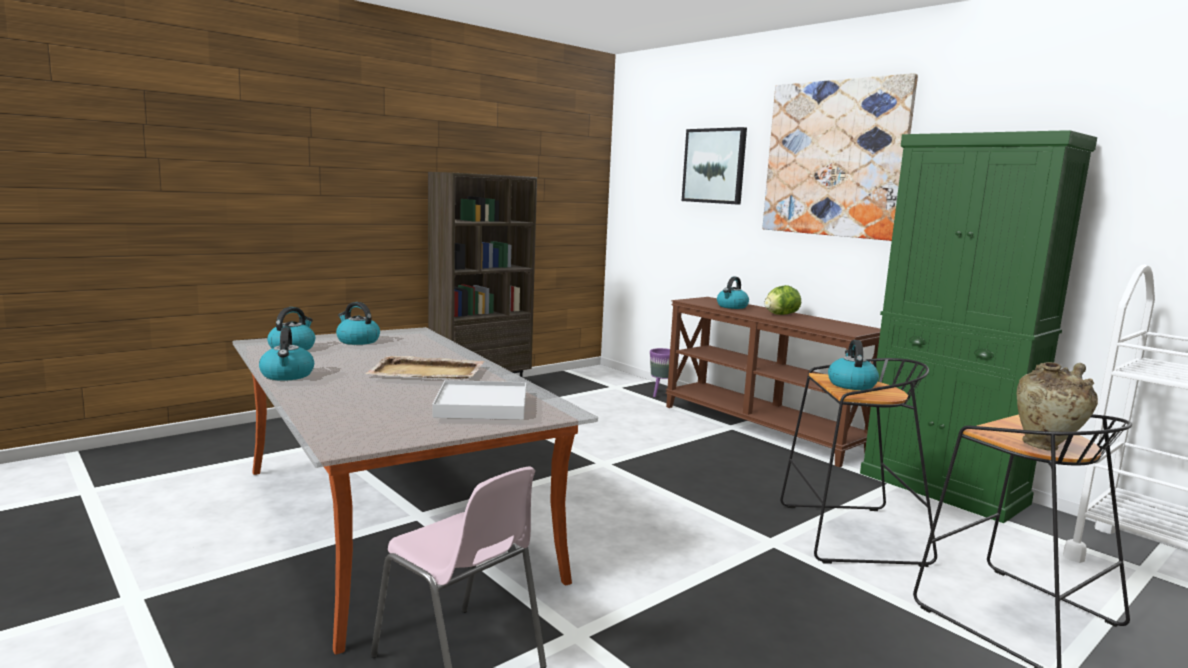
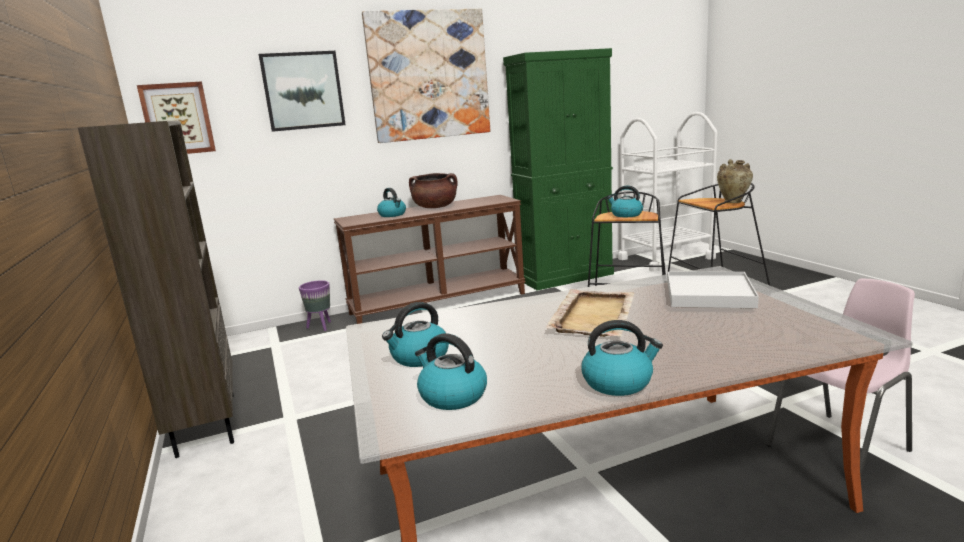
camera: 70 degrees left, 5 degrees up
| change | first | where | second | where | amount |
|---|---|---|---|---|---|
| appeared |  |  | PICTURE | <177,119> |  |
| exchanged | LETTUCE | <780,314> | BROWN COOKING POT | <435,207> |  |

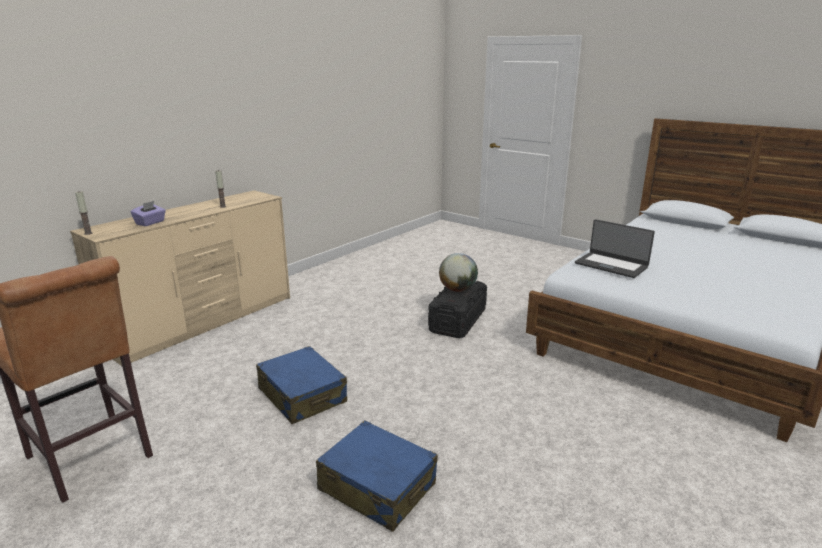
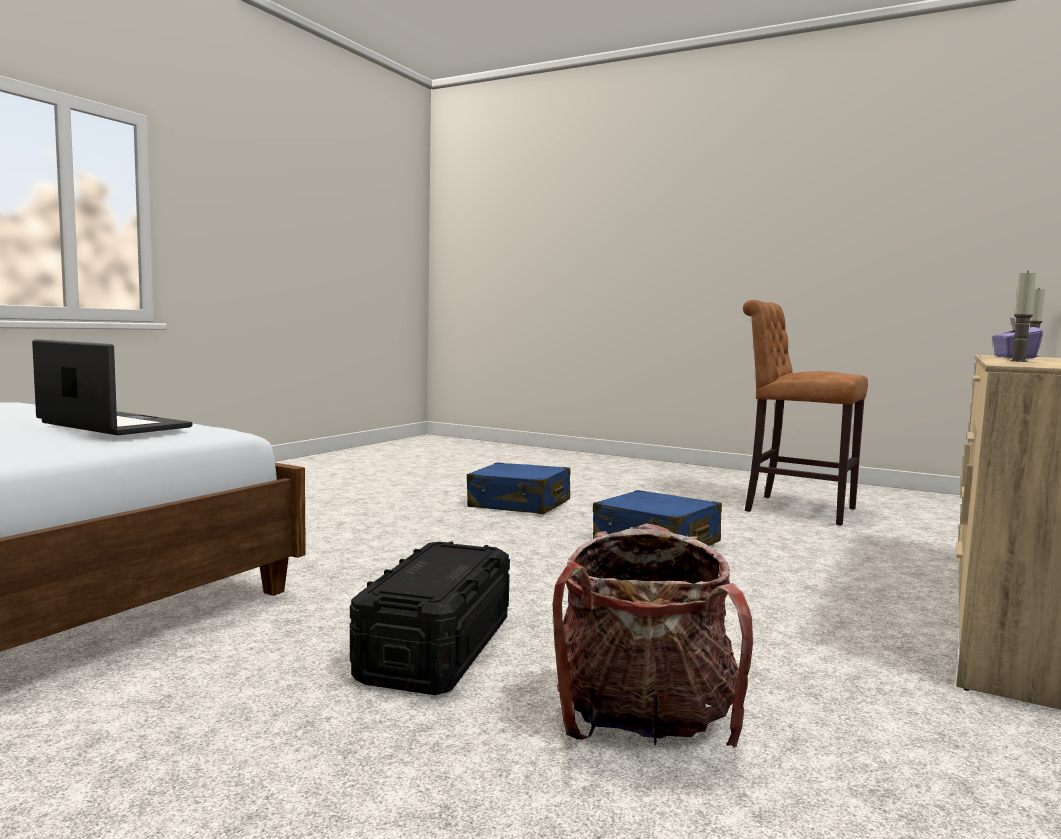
camera: 170 degrees right, 15 degrees down
| change | first | where | second | where | amount |
|---|---|---|---|---|---|
| appeared |  |  | BACKPACK | <643,726> |  |
| missing | GLOBE | <457,290> |  |  |  |

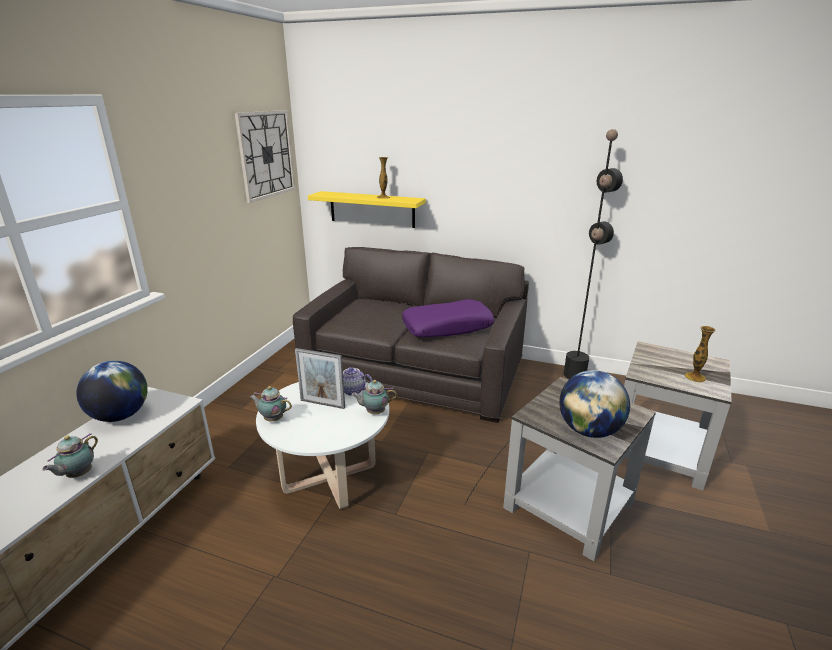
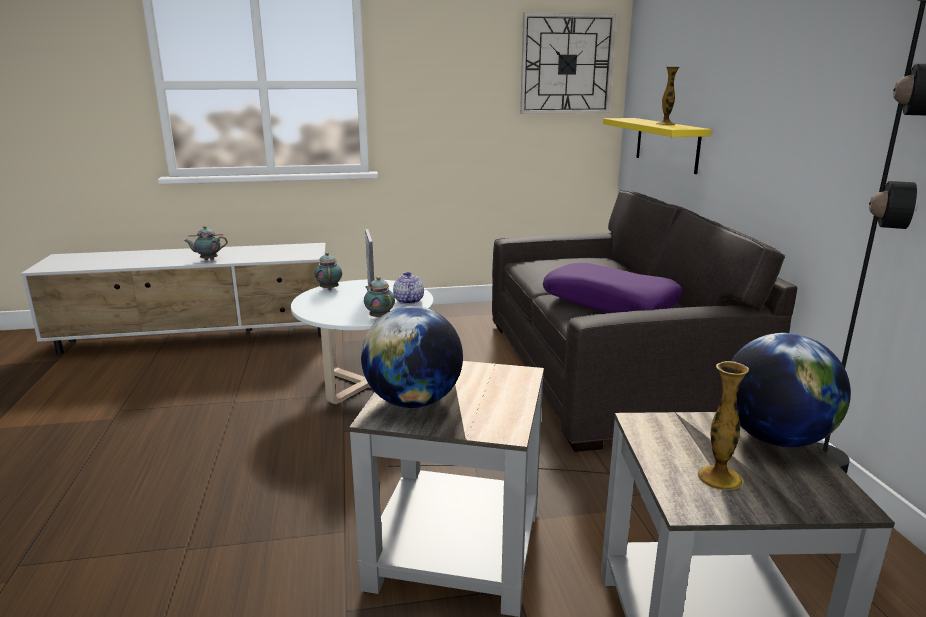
camera: 60 degrees right, 5 degrees down
| change | first | where | second | where | amount |
|---|---|---|---|---|---|
| relocated | GLOBE | <120,416> |  | <775,438> |  |

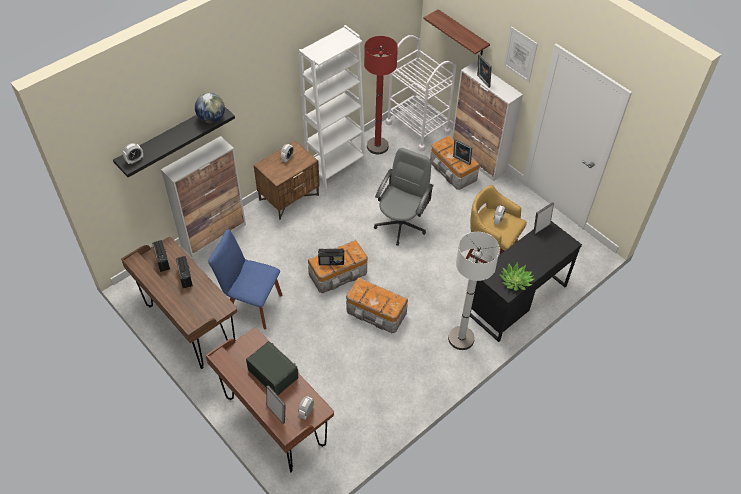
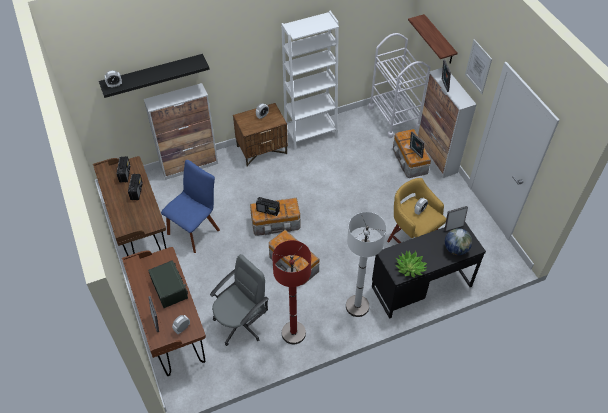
camera: 20 degrees right, 0 degrees up
| change | first | where | second | where | amount |
|---|---|---|---|---|---|
| spun | BLUE CHAIR | <251,305> |  | <195,230> | 90 degrees clockwise |
| relocated | GREY OFFICE CHAIR | <401,224> |  | <241,323> |  |
| relocated | RED FLOOR LAMP | <377,146> |  | <293,333> |  |
| relocated | GLOBE | <211,118> |  | <456,249> |  |

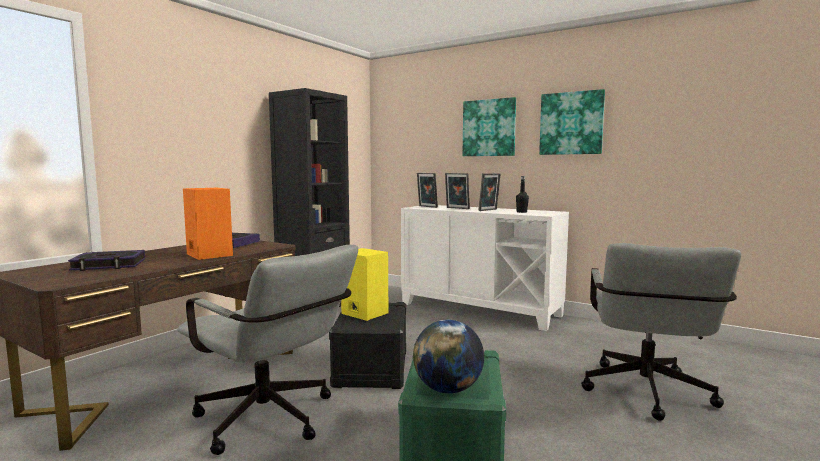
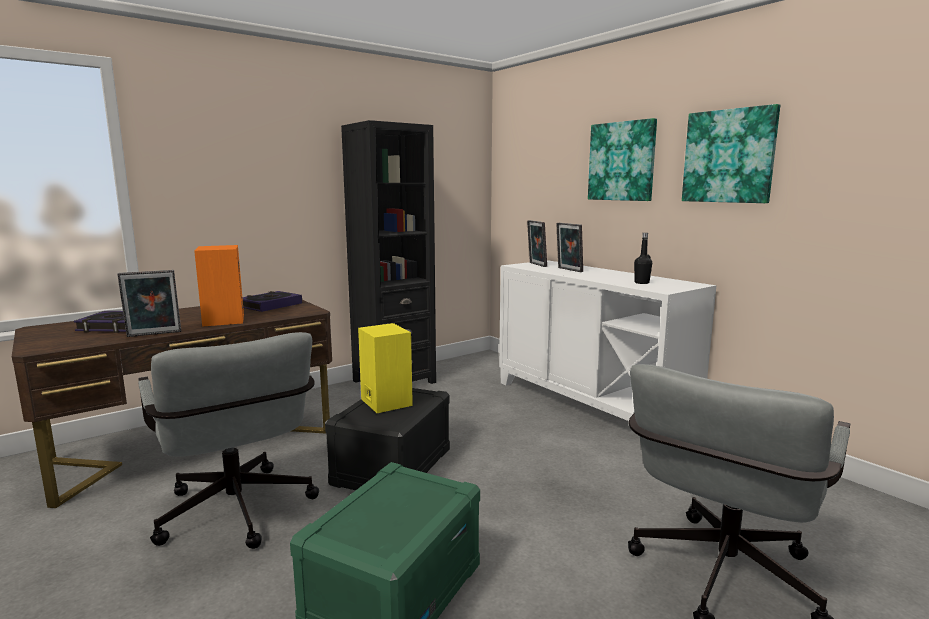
camera: 20 degrees right, 5 degrees up
| change | first | where | second | where | amount |
|---|---|---|---|---|---|
| relocated | PICTURE FRAME | <489,210> |  | <154,334> |  |
| missing | GLOBE | <447,389> |  |  |  |

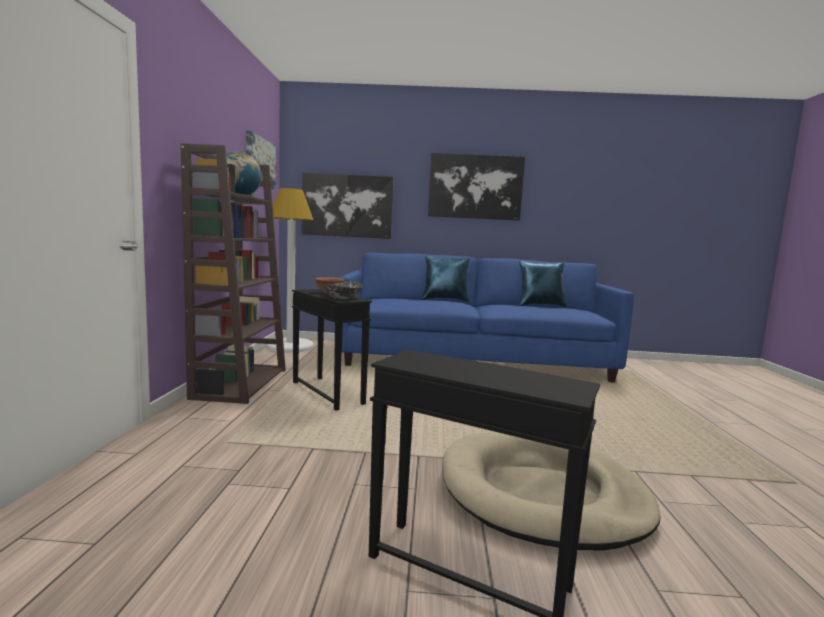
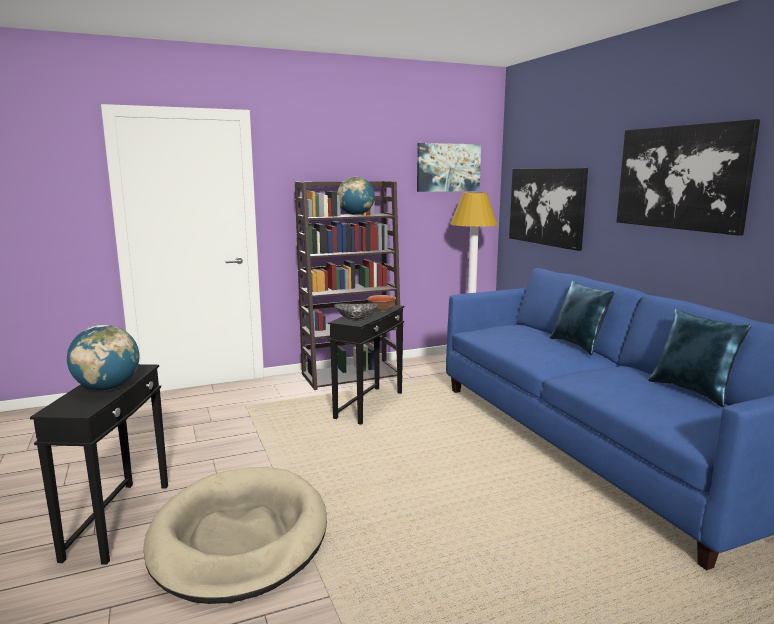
camera: 65 degrees right, 5 degrees up
| change | first | where | second | where | amount |
|---|---|---|---|---|---|
| appeared |  |  | GLOBE | <107,388> |  |

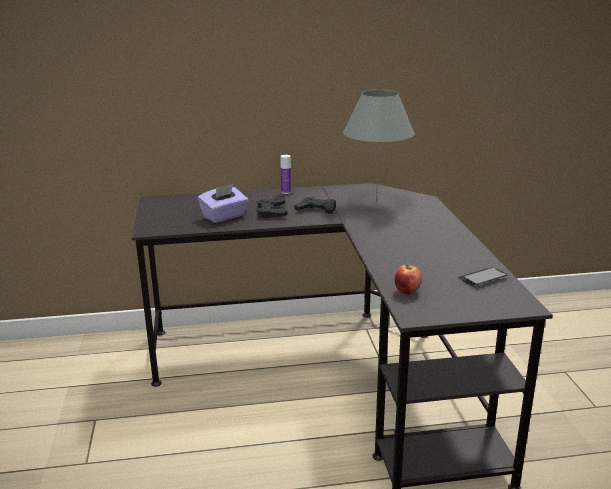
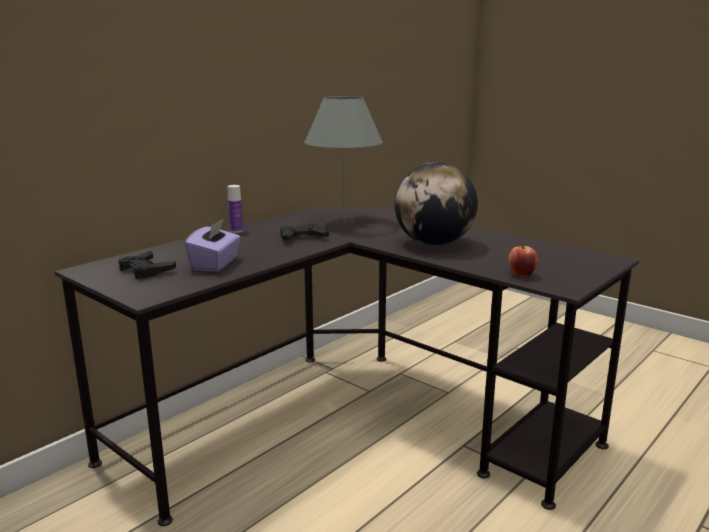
camera: 40 degrees left, 5 degrees down
| change | first | where | second | where | amount |
|---|---|---|---|---|---|
| relocated | BLACK GAME CONTROLLER | <271,212> |  | <146,270> |  |
| appeared |  |  | GLOBE | <434,244> |  |
| missing | PHONE | <482,278> |  |  |  |

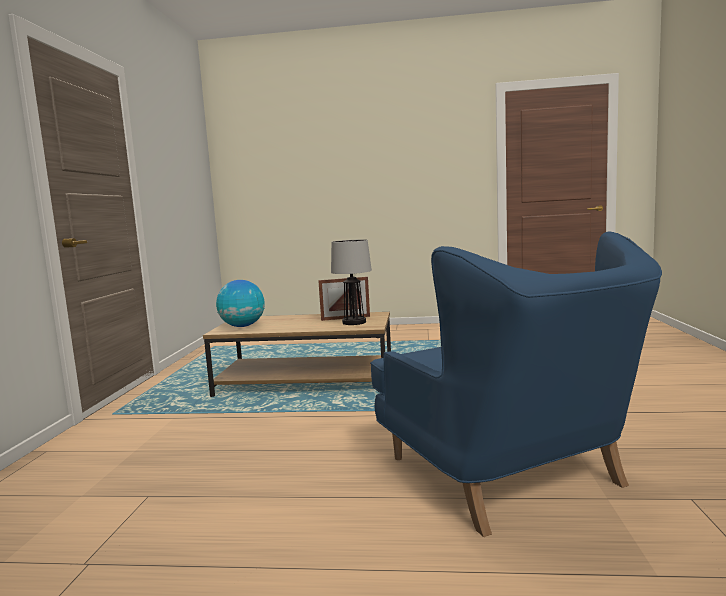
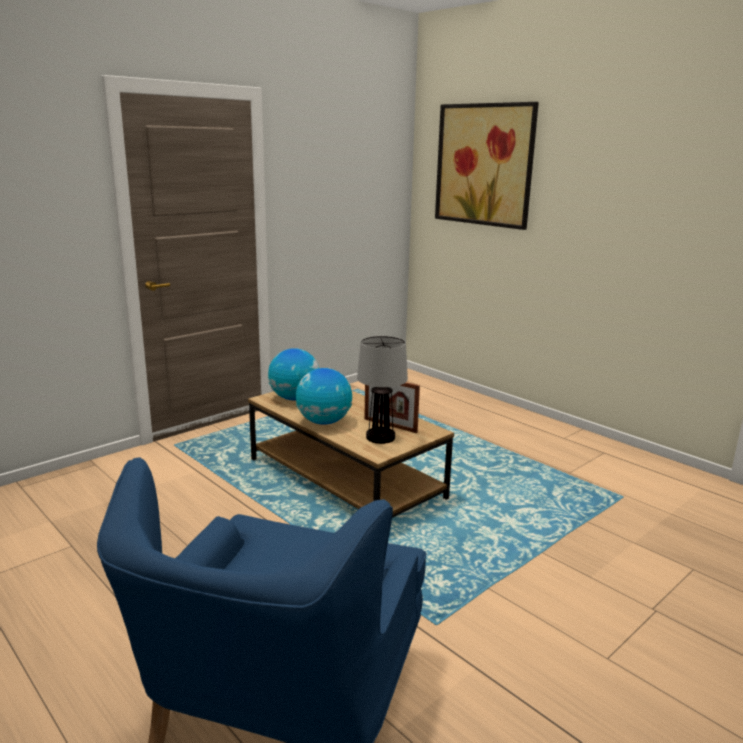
camera: 40 degrees right, 10 degrees up
| change | first | where | second | where | amount |
|---|---|---|---|---|---|
| appeared |  |  | GLOBE | <323,422> |  |
| appeared |  |  | PICTURE | <484,165> |  |

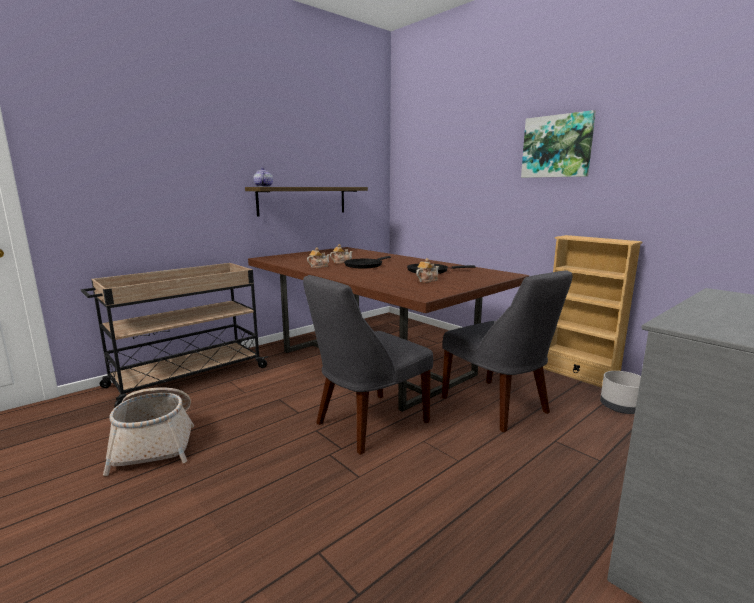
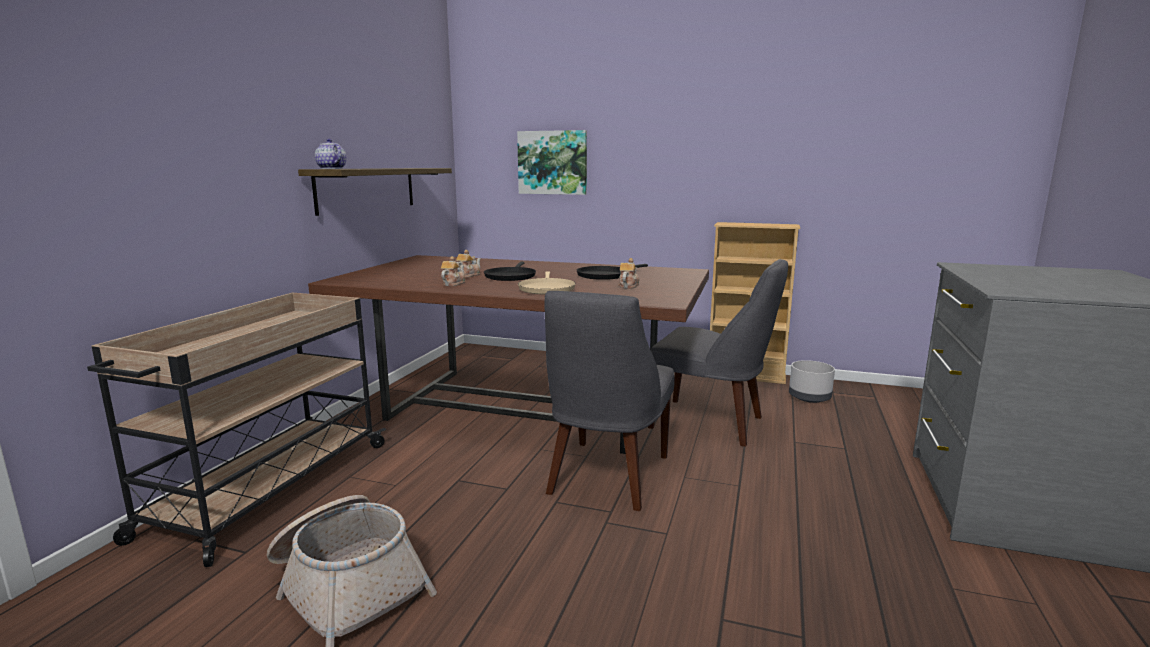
camera: 30 degrees left, 0 degrees up
| change | first | where | second | where | amount |
|---|---|---|---|---|---|
| relocated | PICTURE | <557,146> |  | <552,162> |  |
| appeared |  |  | BEIGE FRYING PAN | <546,289> |  |

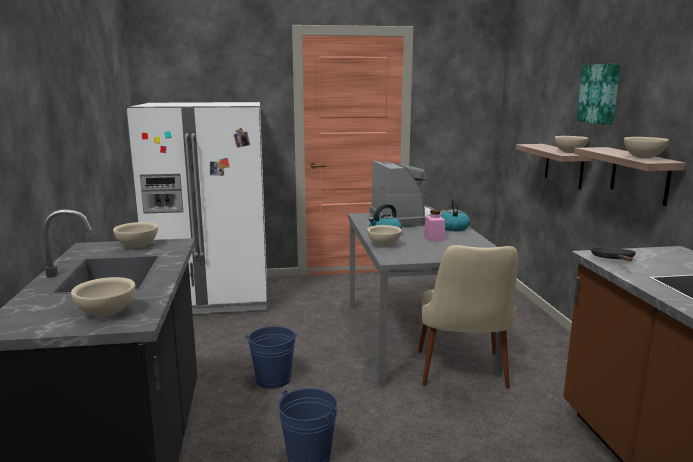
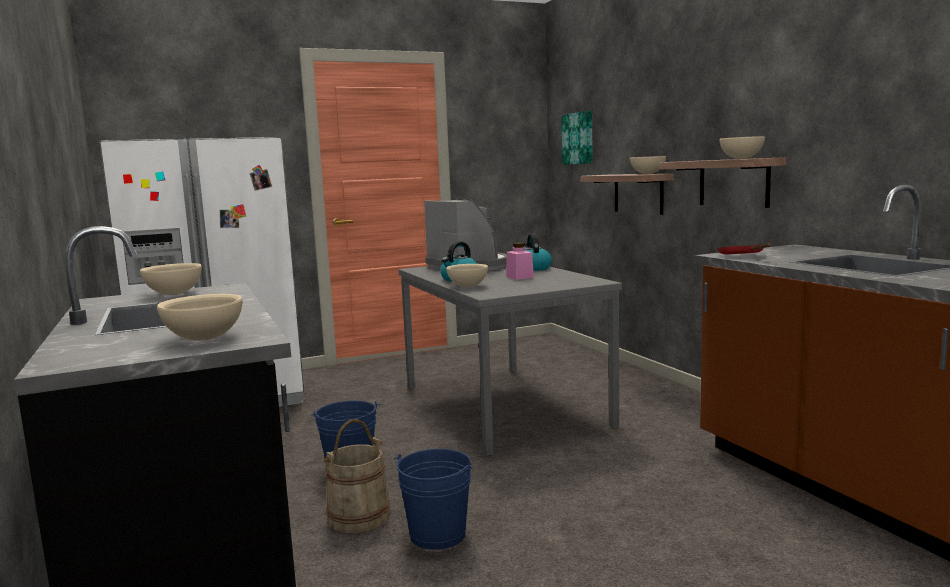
camera: 15 degrees left, 5 degrees down
| change | first | where | second | where | amount |
|---|---|---|---|---|---|
| appeared |  |  | BEIGE BUCKET | <358,516> |  |
| relocated | PICTURE | <600,94> |  | <578,138> |  |
| colour | BLACK FRYING PAN | <613,260> | RED FRYING PAN | <743,256> |  |
| missing | BEIGE CHAIR | <463,378> |  |  |  |

